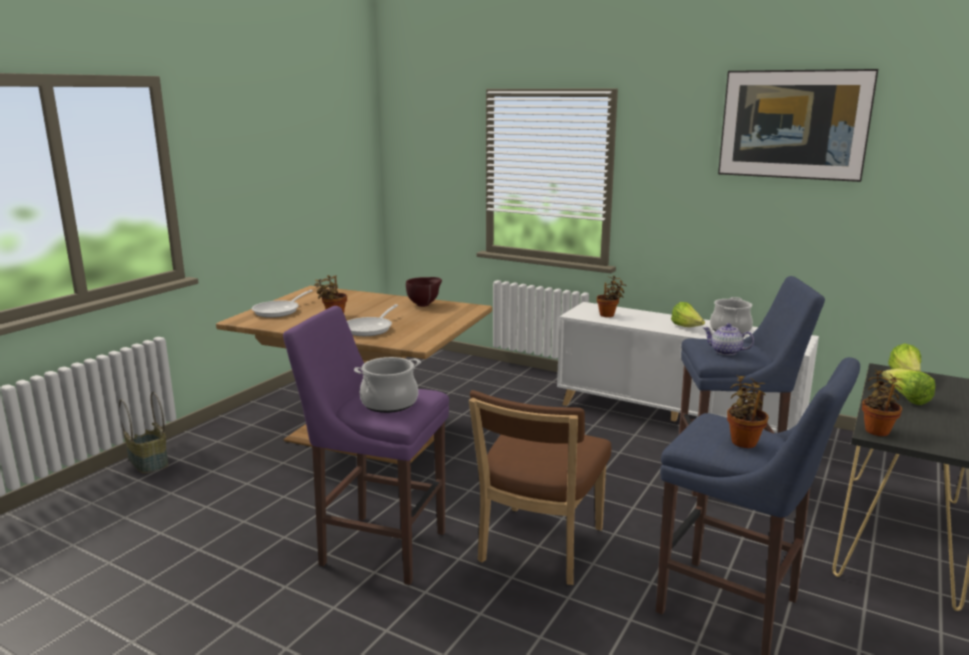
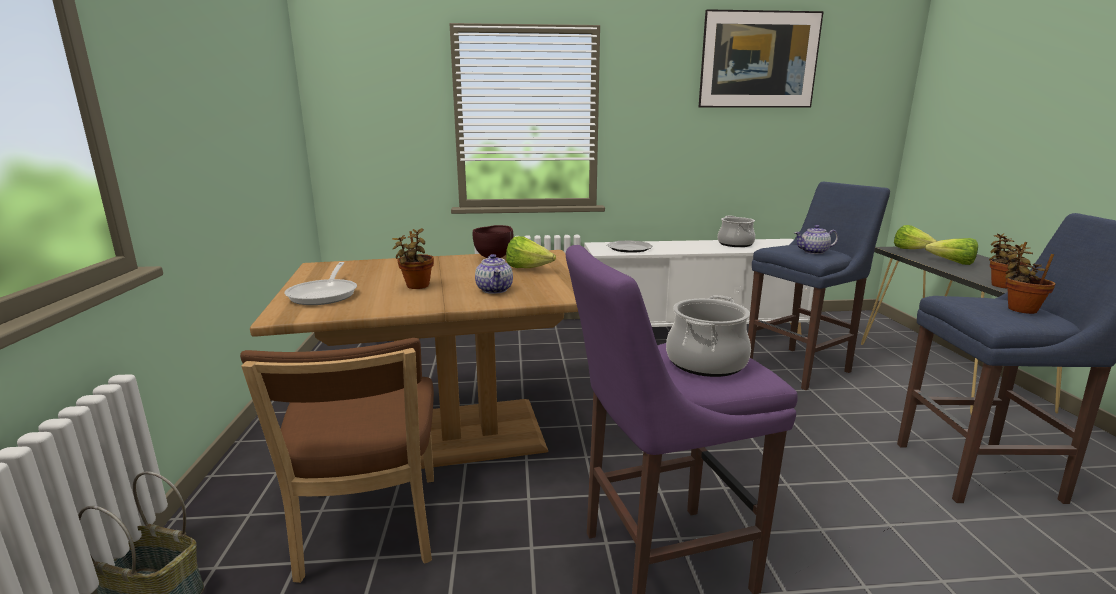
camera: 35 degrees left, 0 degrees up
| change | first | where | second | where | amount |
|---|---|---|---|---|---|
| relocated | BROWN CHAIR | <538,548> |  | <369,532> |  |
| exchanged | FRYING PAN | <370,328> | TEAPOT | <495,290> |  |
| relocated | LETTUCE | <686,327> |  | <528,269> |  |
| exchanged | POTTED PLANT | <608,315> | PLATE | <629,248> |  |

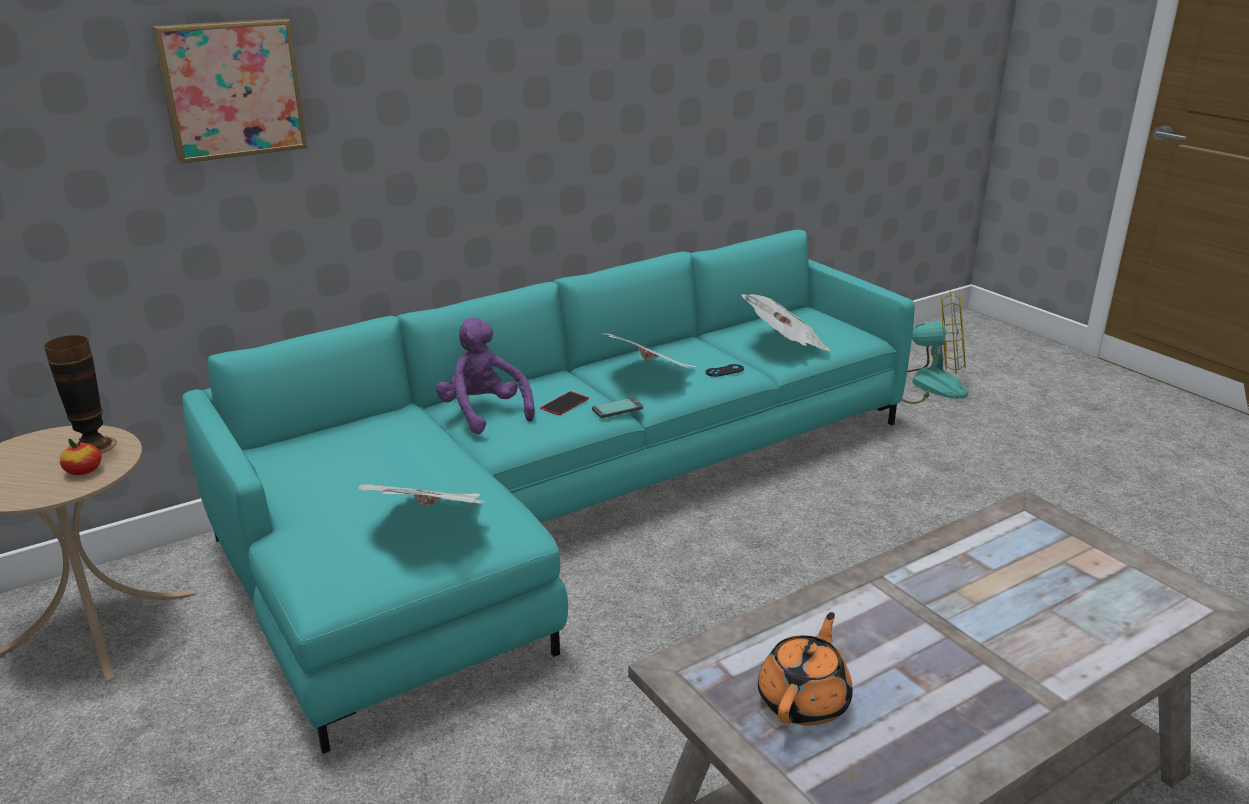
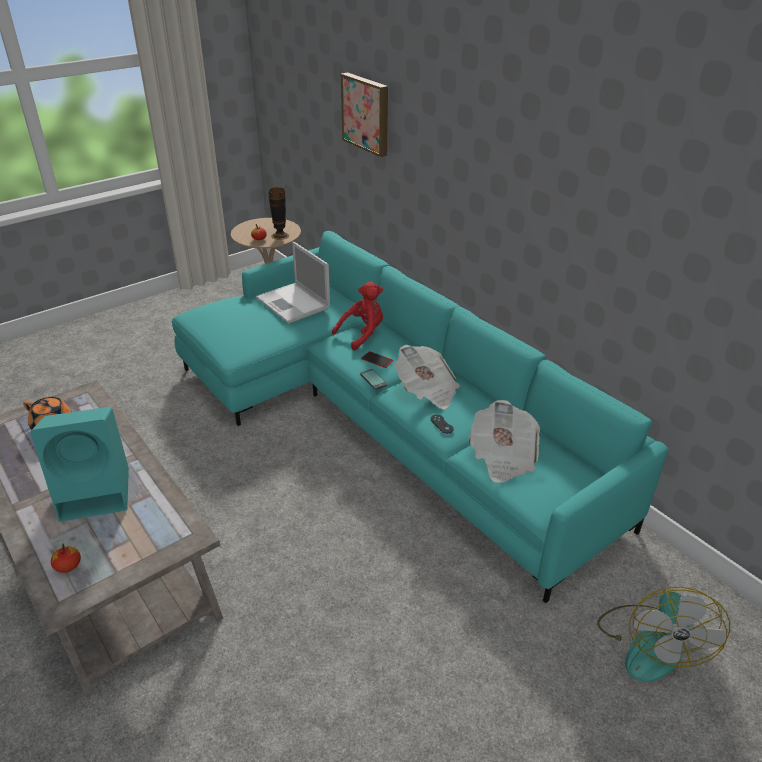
camera: 85 degrees right, 10 degrees up
| change | first | where | second | where | amount |
|---|---|---|---|---|---|
| appeared |  |  | TURQUOISE SPEAKER | <97,493> |  |
| appeared |  |  | APPLE | <68,566> |  |
| appeared |  |  | LAPTOP | <294,303> |  |
| colour | PURPLE PLUSH TOY | <484,413> | RED PLUSH TOY | <362,334> |  |
| missing | NEWSPAPER | <432,522> |  |  |  |

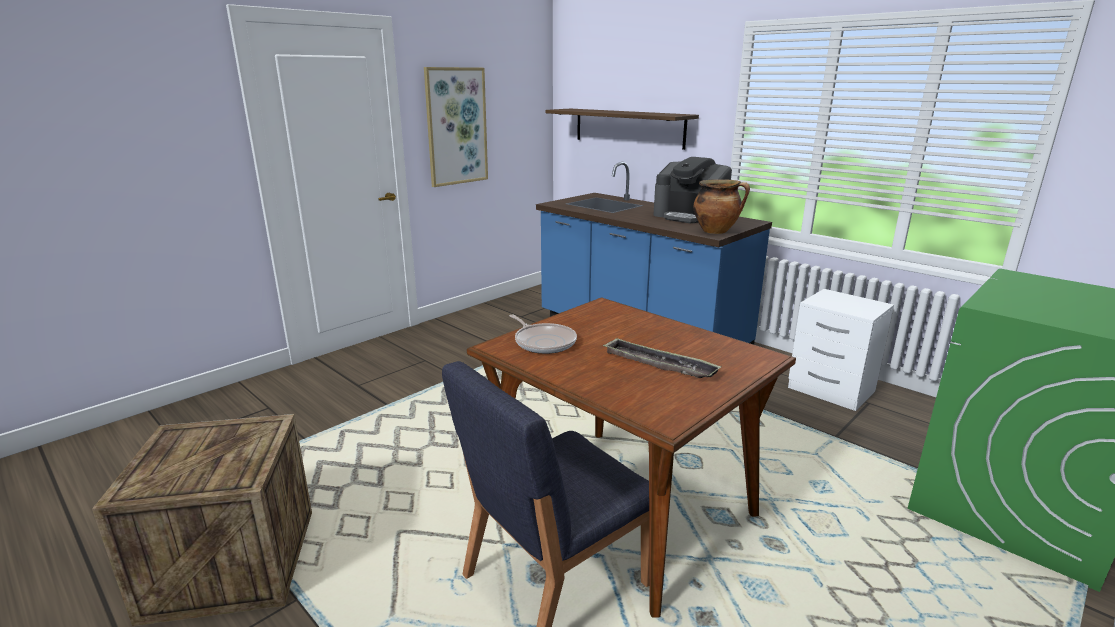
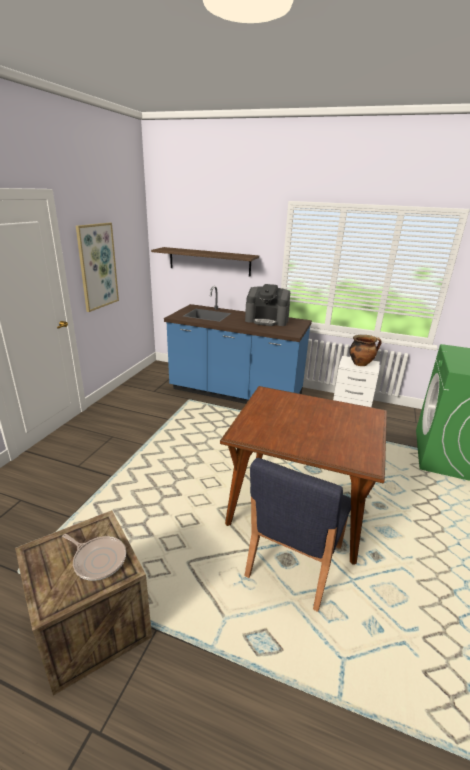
camera: 25 degrees left, 5 degrees up
| change | first | where | second | where | amount |
|---|---|---|---|---|---|
| relocated | FRYING PAN | <543,342> |  | <98,559> |  |
| relocated | COOKING POT | <716,231> |  | <361,364> |  |
| missing | TRAY | <659,364> |  |  |  |

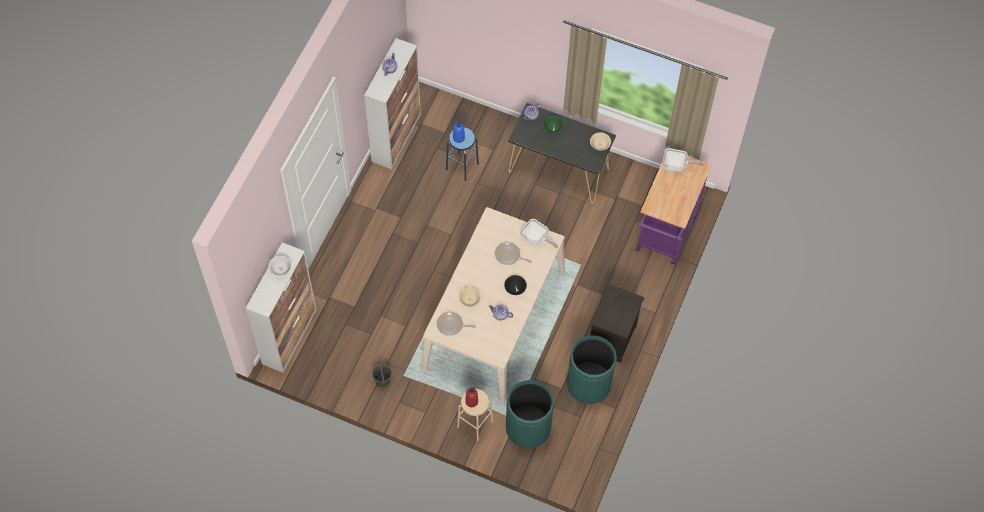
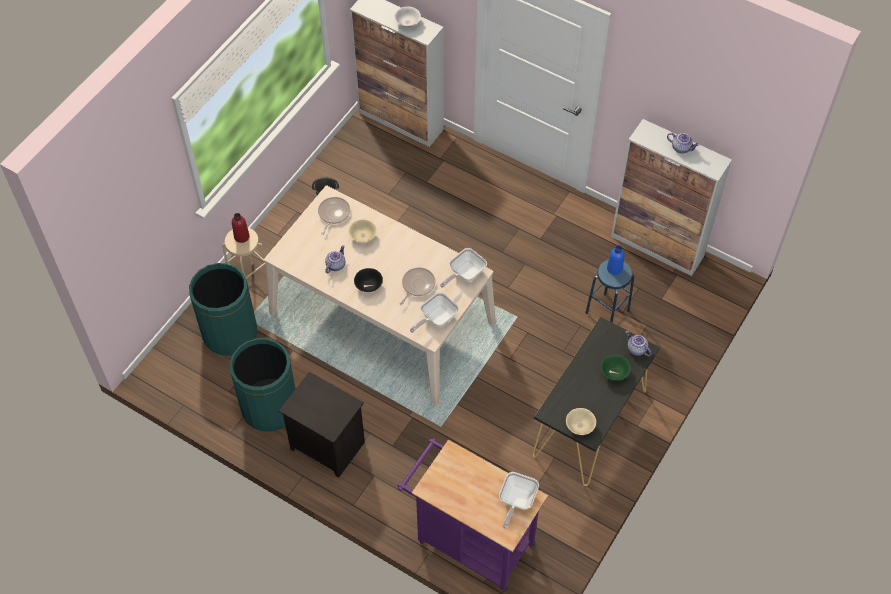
camera: 100 degrees right, 5 degrees down
| change | first | where | second | where | amount |
|---|---|---|---|---|---|
| appeared |  |  | FRYING PAN | <464,274> |  |

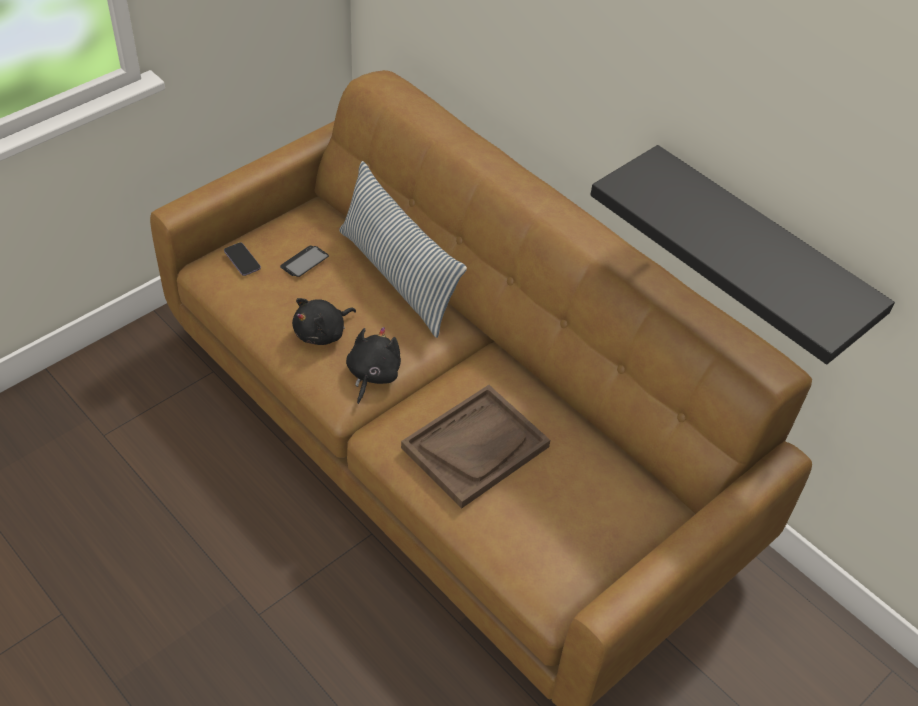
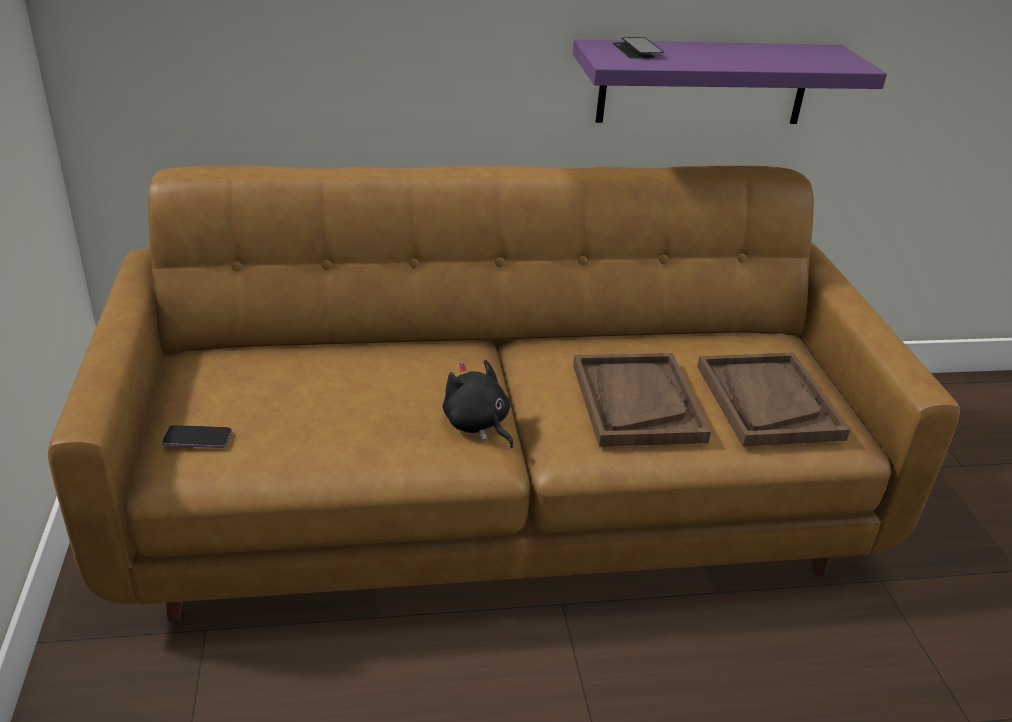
camera: 55 degrees left, 15 degrees down
| change | first | where | second | where | amount |
|---|---|---|---|---|---|
| colour | BLACK SHELF | <758,250> | PURPLE SHELF | <704,83> |  |
| relocated | PHONE | <304,262> |  | <637,50> |  |
| appeared |  |  | BROWN TRAY | <767,401> |  |
| missing | BLACK PLUSH TOY | <322,333> |  |  |  |
| missing | PILLOW | <397,277> |  |  |  |

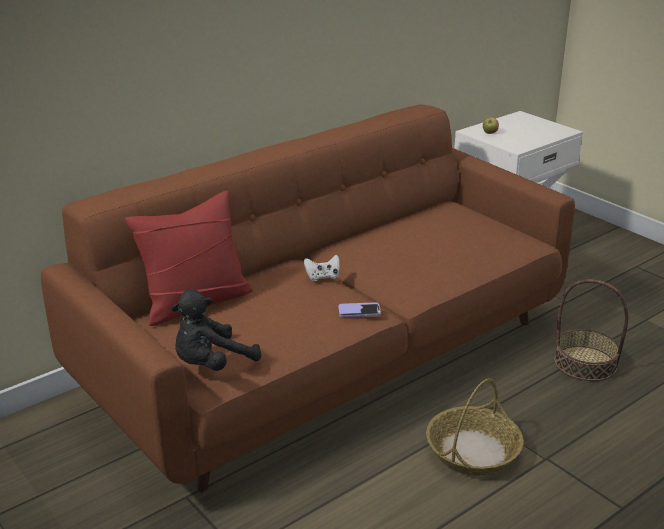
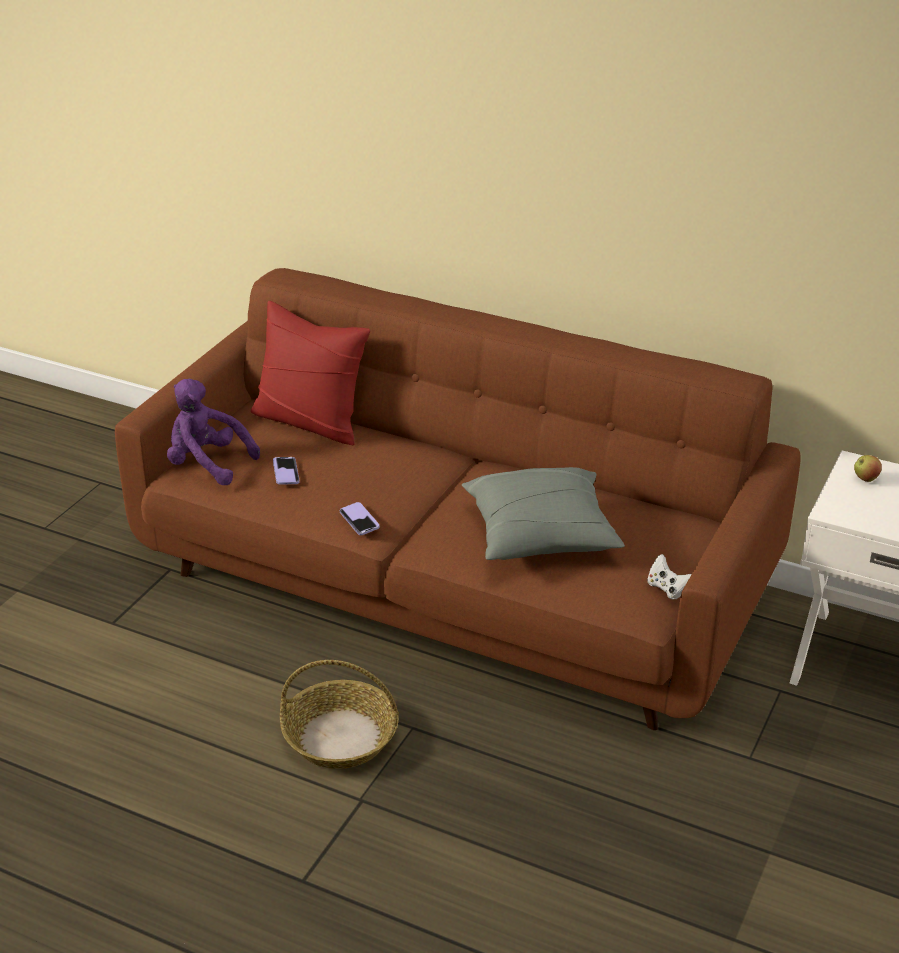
camera: 65 degrees right, 5 degrees up
| change | first | where | second | where | amount |
|---|---|---|---|---|---|
| colour | BLACK PLUSH TOY | <211,364> | PURPLE PLUSH TOY | <207,464> |  |
| appeared |  |  | PHONE | <286,472> |  |
| appeared |  |  | GREY PILLOW | <540,535> |  |
| relocated | WHITE GAME CONTROLLER | <322,277> |  | <668,589> |  |
| missing | BASKET | <585,363> |  |  |  |

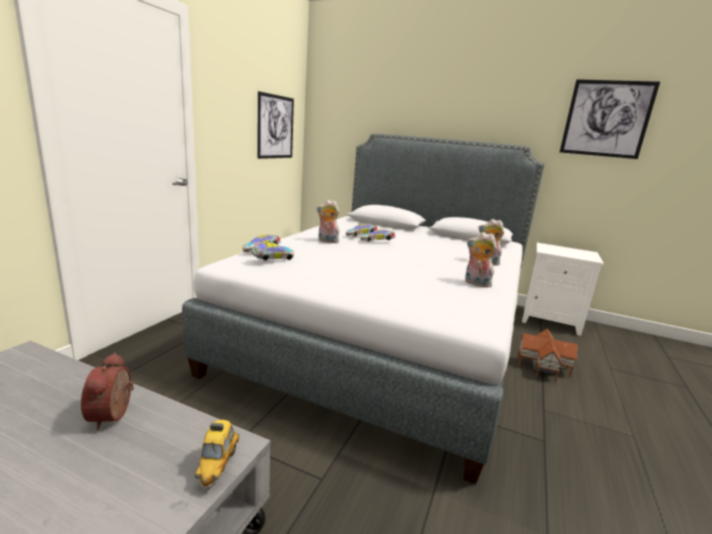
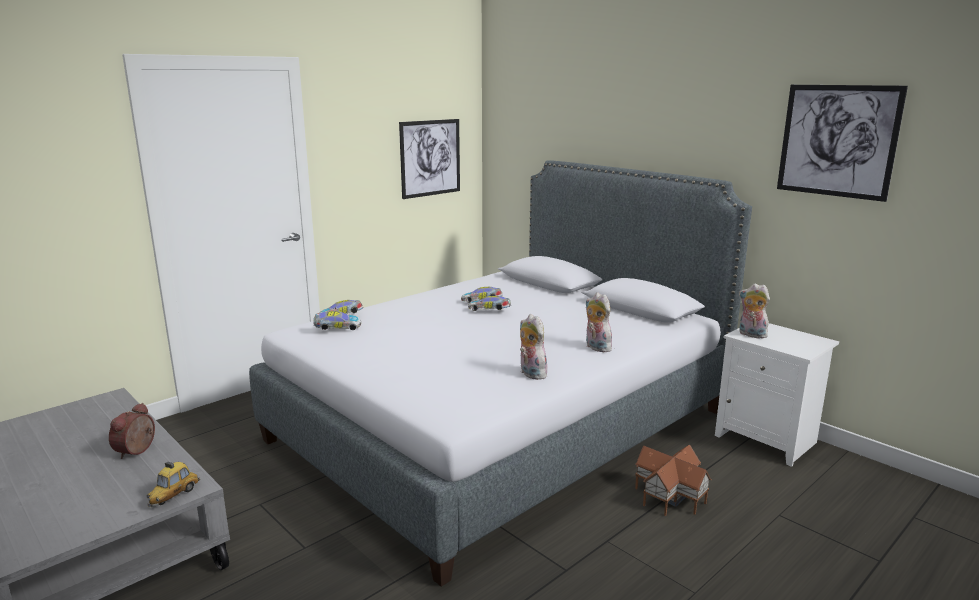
camera: 25 degrees right, 0 degrees up
| change | first | where | second | where | amount |
|---|---|---|---|---|---|
| relocated | PLUSH TOY | <327,241> |  | <751,335> |  |

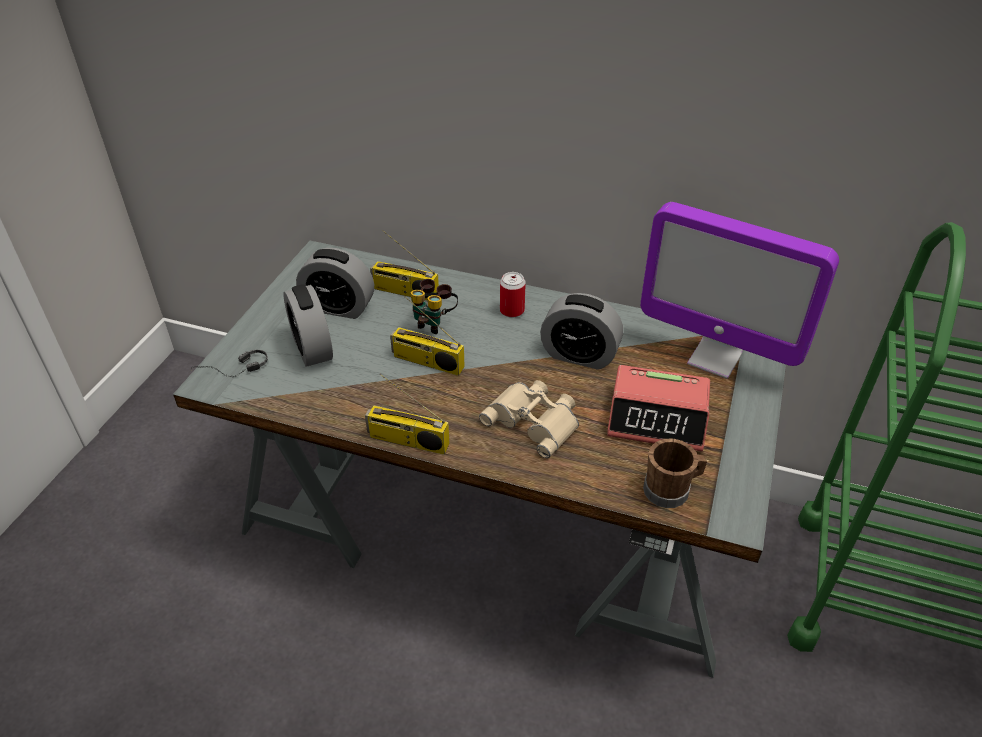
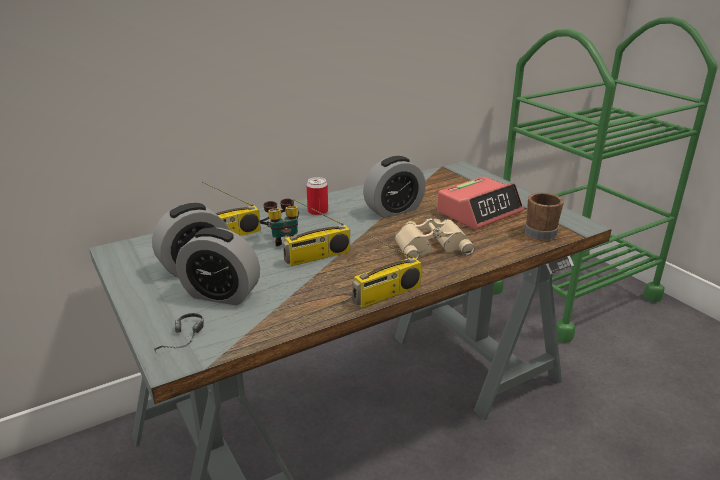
camera: 50 degrees left, 15 degrees down
| change | first | where | second | where | amount |
|---|---|---|---|---|---|
| missing | MONITOR | <715,358> |  |  |  |

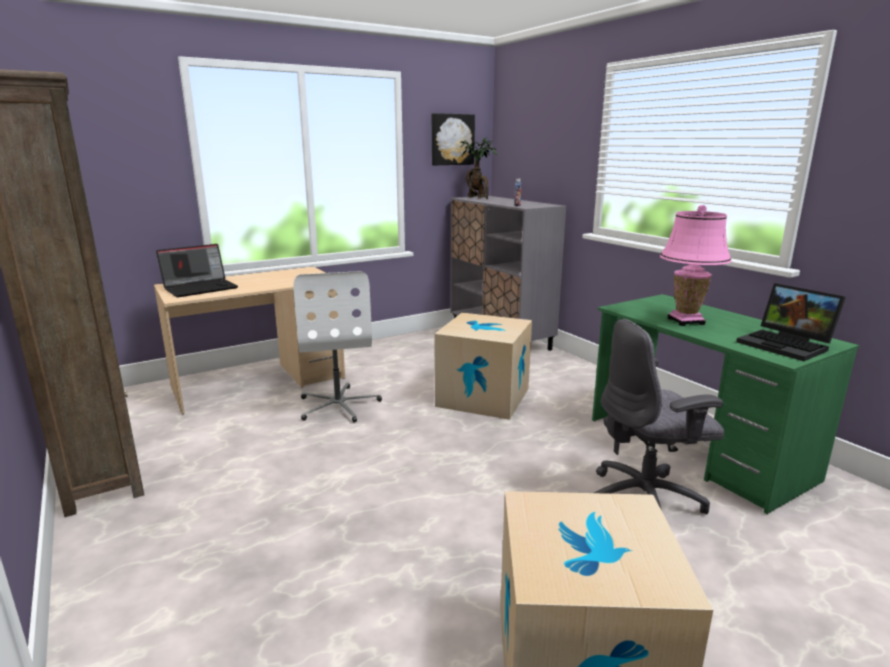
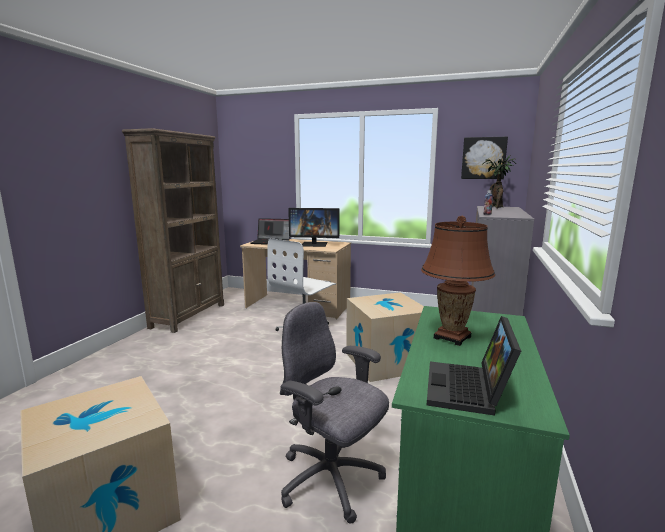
camera: 50 degrees right, 5 degrees down
| change | first | where | second | where | amount |
|---|---|---|---|---|---|
| appeared |  |  | MONITOR | <314,244> |  |
| colour | PINK TABLE LAMP | <686,321> | BROWN TABLE LAMP | <452,337> |  |

